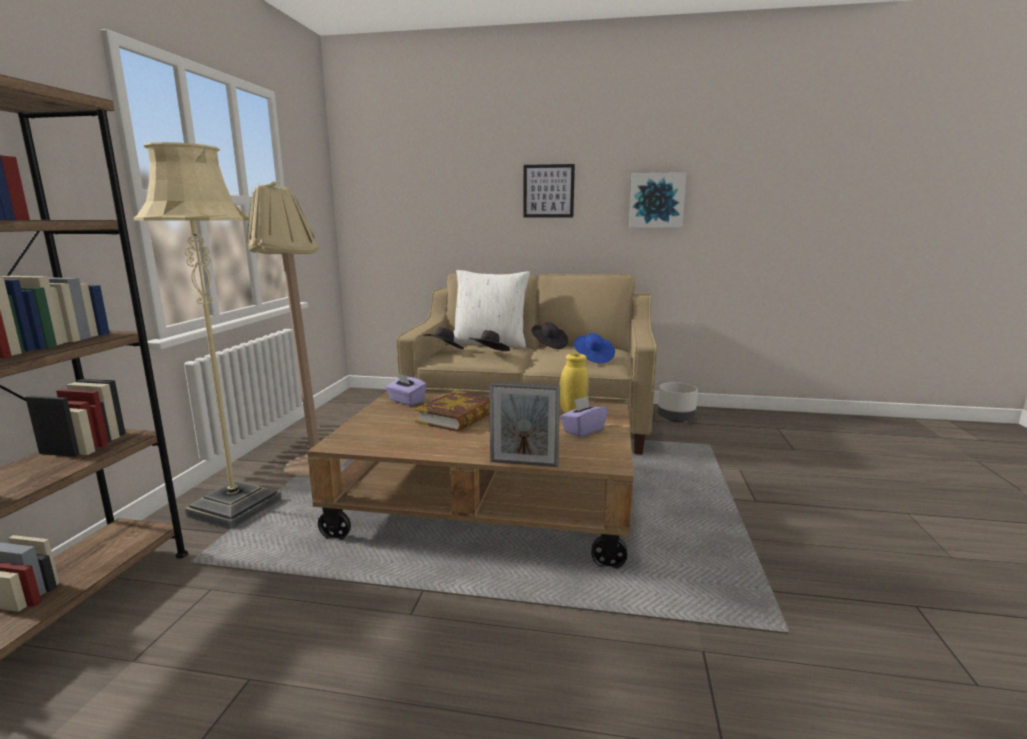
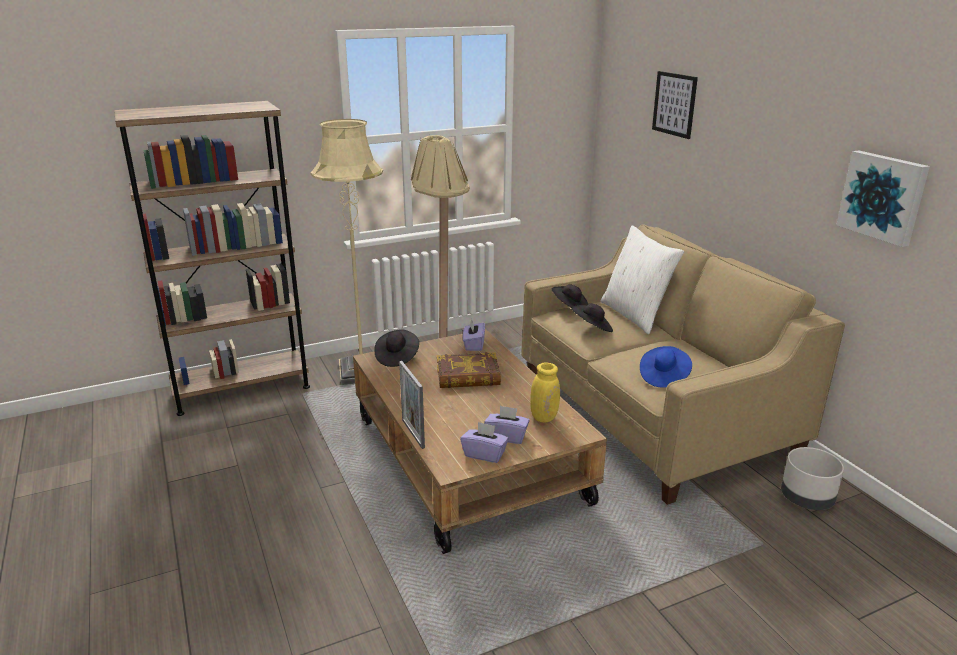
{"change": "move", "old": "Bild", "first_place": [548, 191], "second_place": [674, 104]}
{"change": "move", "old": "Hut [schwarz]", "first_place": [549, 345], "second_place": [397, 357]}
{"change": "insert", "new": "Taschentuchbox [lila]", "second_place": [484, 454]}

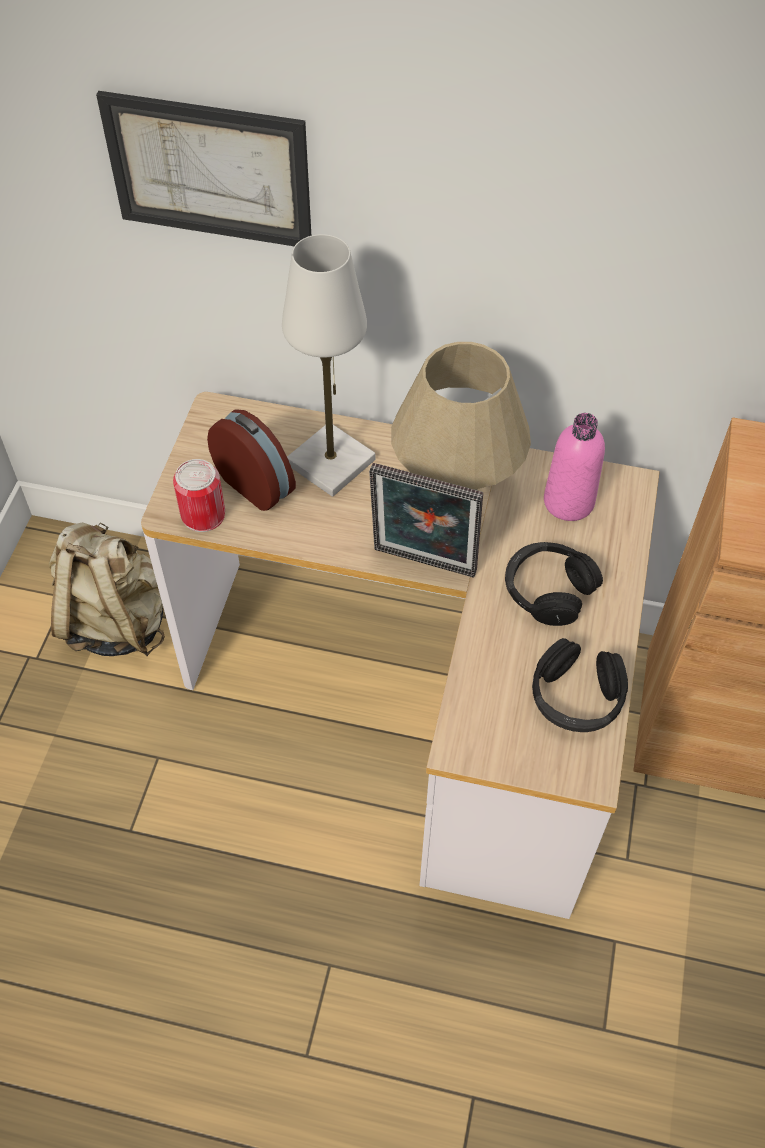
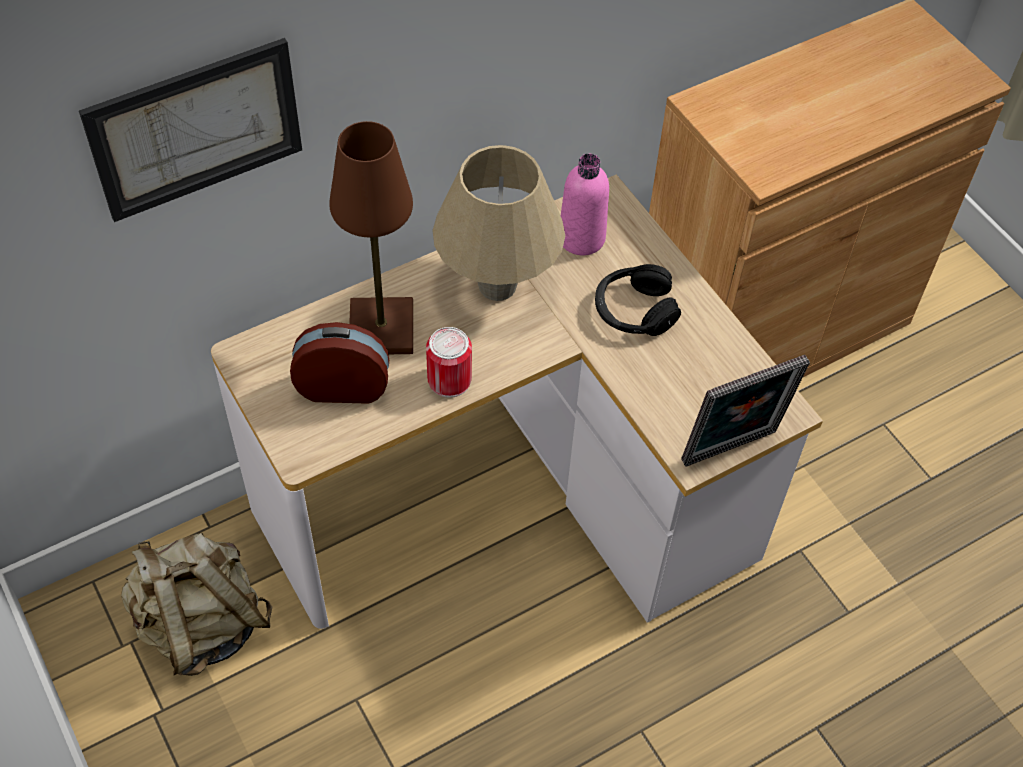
{"change": "recolor", "old": "Tischlampe [weiß]", "new": "Tischlampe [braun]", "first_place": [330, 462], "second_place": [381, 328]}
{"change": "move", "old": "Dose", "first_place": [203, 515], "second_place": [449, 380]}
{"change": "move", "old": "Bilderrahmen", "first_place": [423, 565], "second_place": [732, 451]}
{"change": "delete", "old": "Kopfhörer [schwarz]", "first_place": [576, 697]}

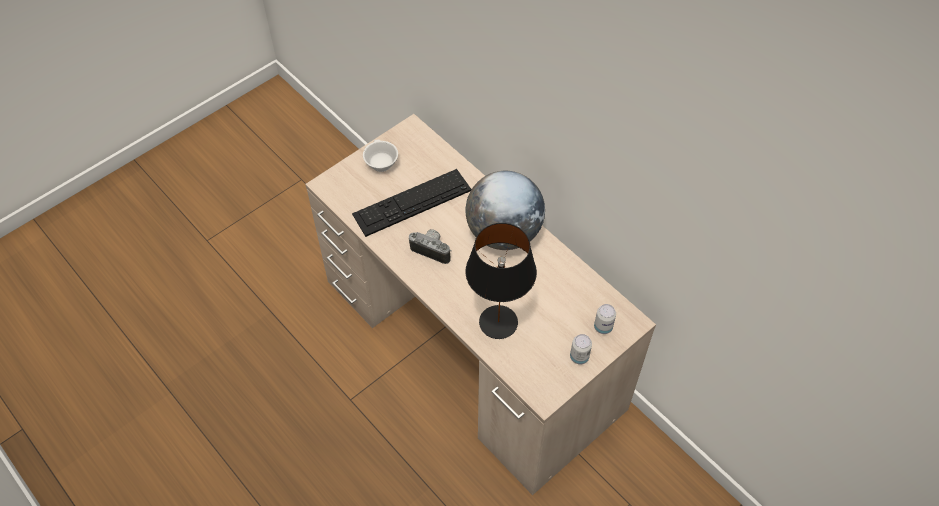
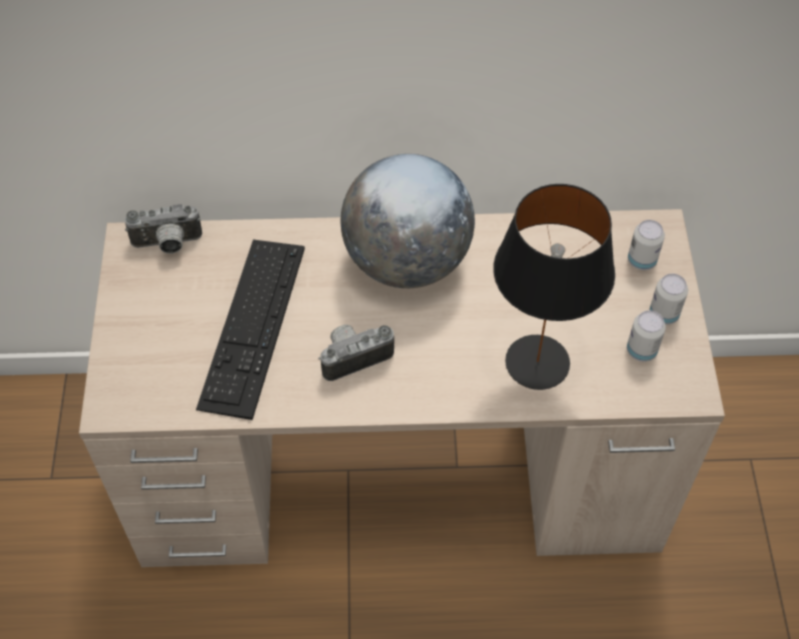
{"change": "delete", "old": "Tasse [weiß]", "first_place": [380, 163]}
{"change": "insert", "new": "Kamera", "second_place": [167, 245]}
{"change": "insert", "new": "Dose", "second_place": [641, 351]}

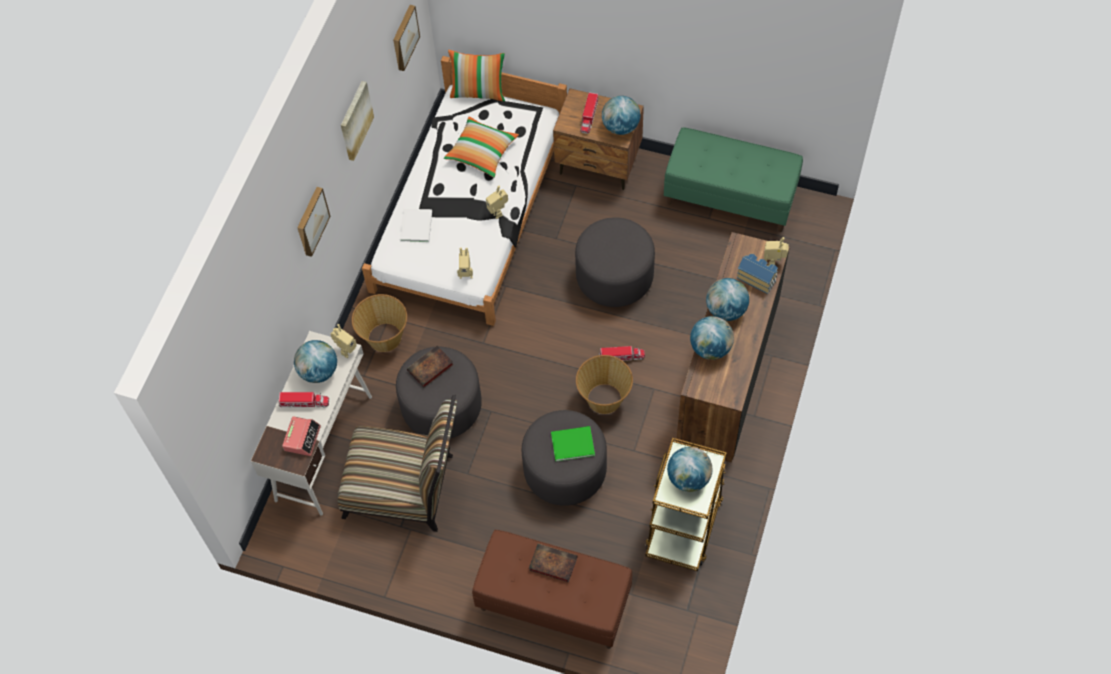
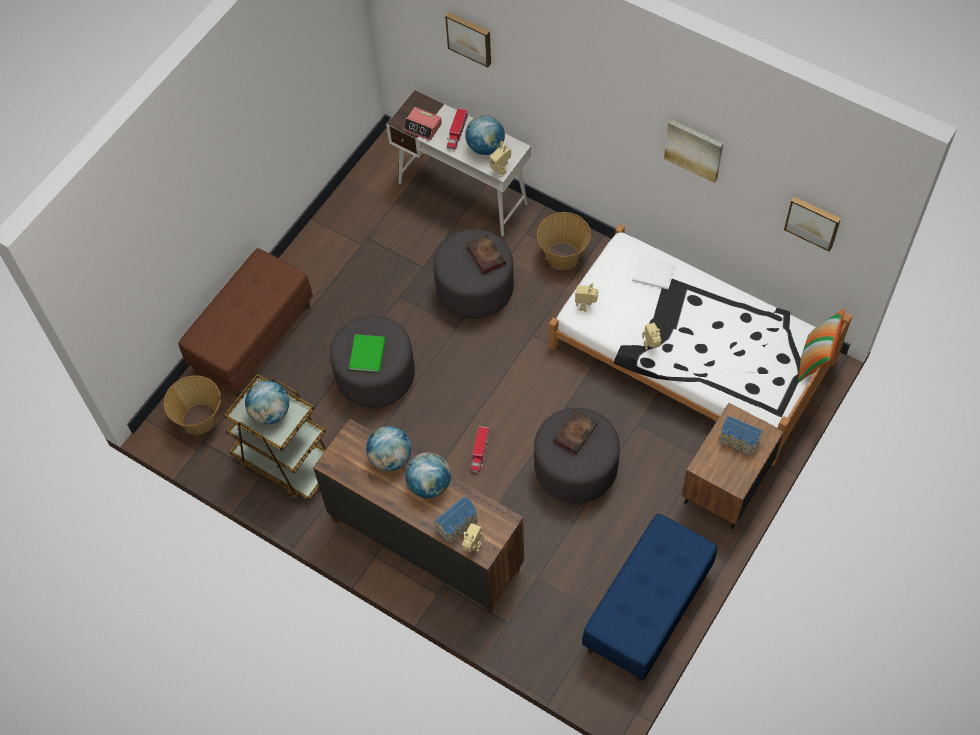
{"change": "replace", "old": "Spielzeuglaster", "new": "Spielzeughaus", "first_place": [589, 116], "second_place": [739, 441]}
{"change": "delete", "old": "Globus", "first_place": [620, 126]}
{"change": "delete", "old": "Kissen", "first_place": [482, 153]}
{"change": "recolor", "old": "Bank [grün]", "new": "Bank [blau]", "first_place": [730, 197], "second_place": [647, 611]}
{"change": "move", "old": "Bild", "first_place": [311, 221], "second_place": [470, 38]}
{"change": "move", "old": "Korb", "first_place": [604, 398], "second_place": [200, 419]}
{"change": "delete", "old": "Stuhl", "first_place": [406, 488]}
{"change": "move", "old": "Buch", "first_place": [551, 564], "second_place": [575, 432]}

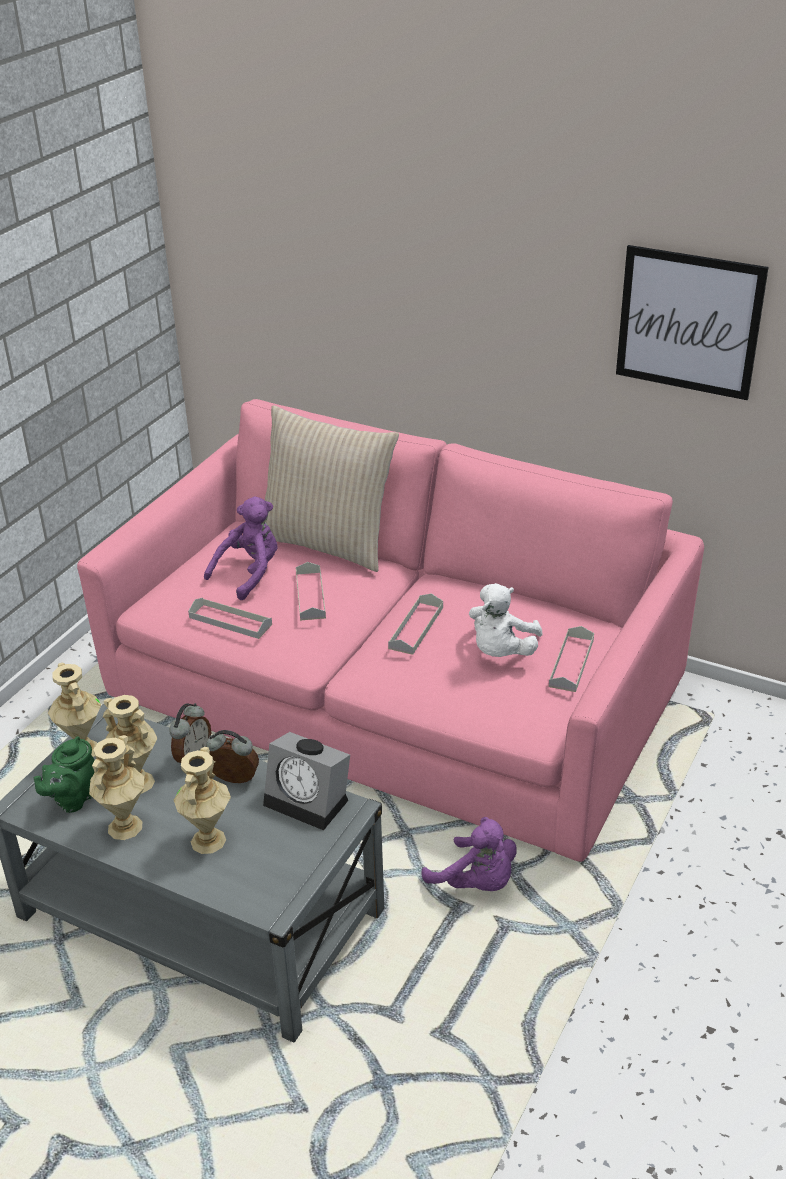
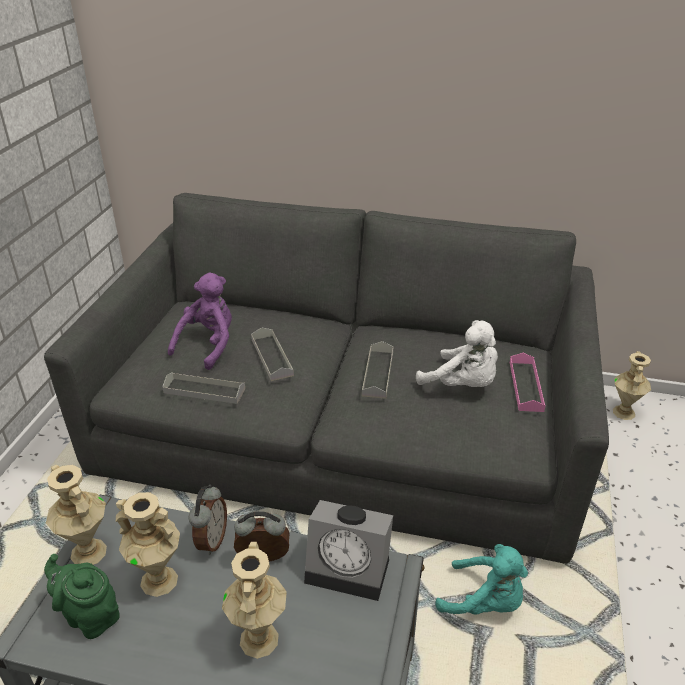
{"change": "delete", "old": "Bild", "first_place": [689, 322]}
{"change": "recolor", "old": "Sofa [rosa]", "new": "Sofa [grau]", "first_place": [397, 689], "second_place": [343, 428]}
{"change": "delete", "old": "Kissen [beige]", "first_place": [327, 543]}
{"change": "rotate", "old": "Plüschtier [weiß]", "first_place": [501, 652], "second_place": [462, 385], "degrees": -60}
{"change": "recolor", "old": "Tablett [grau]", "new": "Tablett [rosa]", "first_place": [571, 663], "second_place": [526, 386]}
{"change": "move", "old": "Vase [beige]", "first_place": [125, 827], "second_place": [624, 412]}
{"change": "rotate", "old": "Teekanne [grün]", "first_place": [73, 799], "second_place": [90, 616], "degrees": 105}
{"change": "recolor", "old": "Plüschtier [lila]", "new": "Plüschtier [türkis]", "first_place": [476, 883], "second_place": [484, 602]}

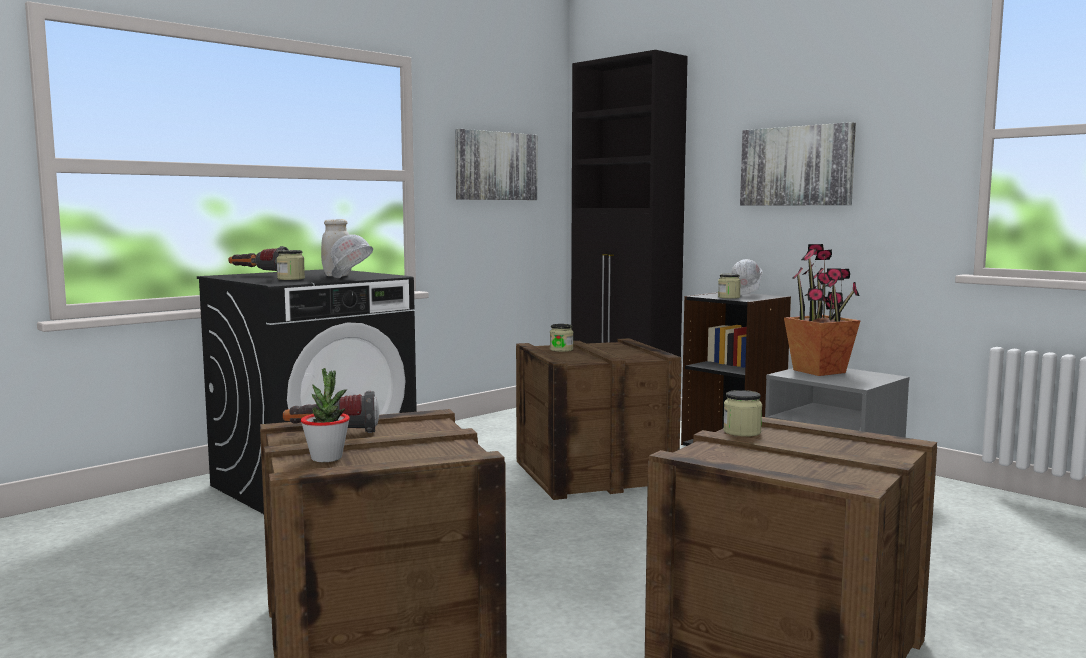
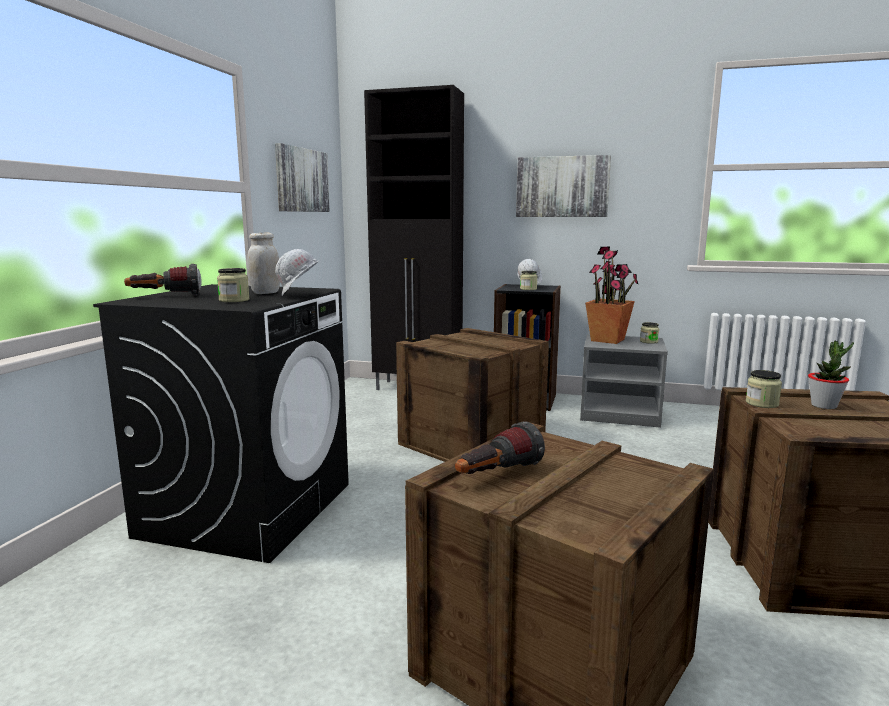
{"change": "move", "old": "Vorratsglas", "first_place": [561, 350], "second_place": [649, 341]}
{"change": "move", "old": "Topfpflanze", "first_place": [327, 458], "second_place": [824, 406]}

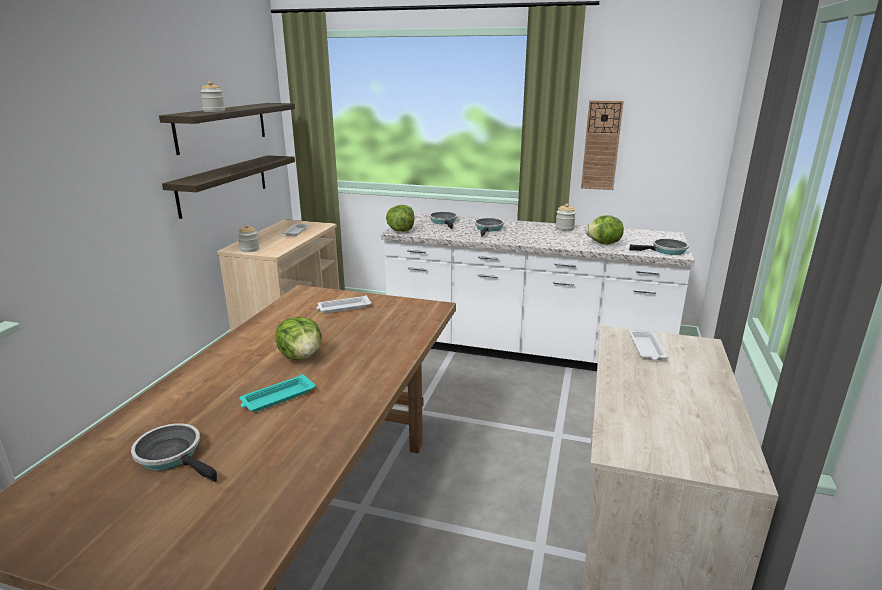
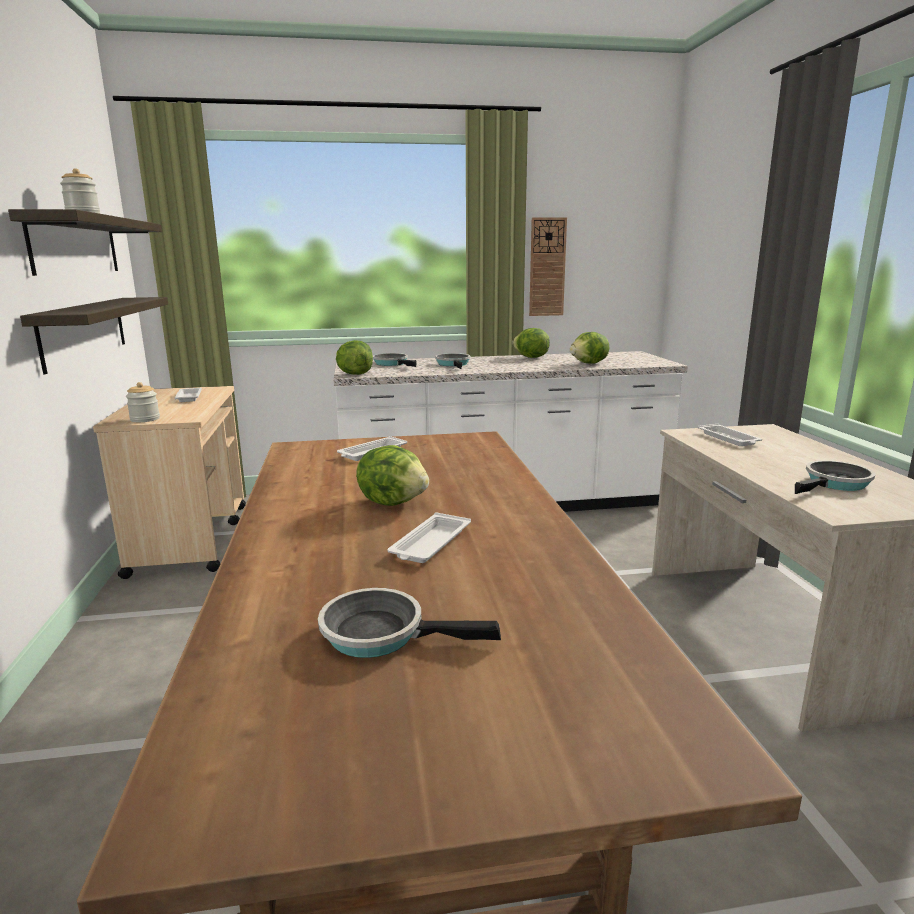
{"change": "replace", "old": "Vorratsglas", "new": "Salatkopf", "first_place": [564, 228], "second_place": [530, 357]}
{"change": "move", "old": "Pfanne", "first_place": [666, 251], "second_place": [835, 483]}
{"change": "recolor", "old": "Tablett [türkis]", "new": "Tablett [weiß]", "first_place": [277, 398], "second_place": [430, 544]}

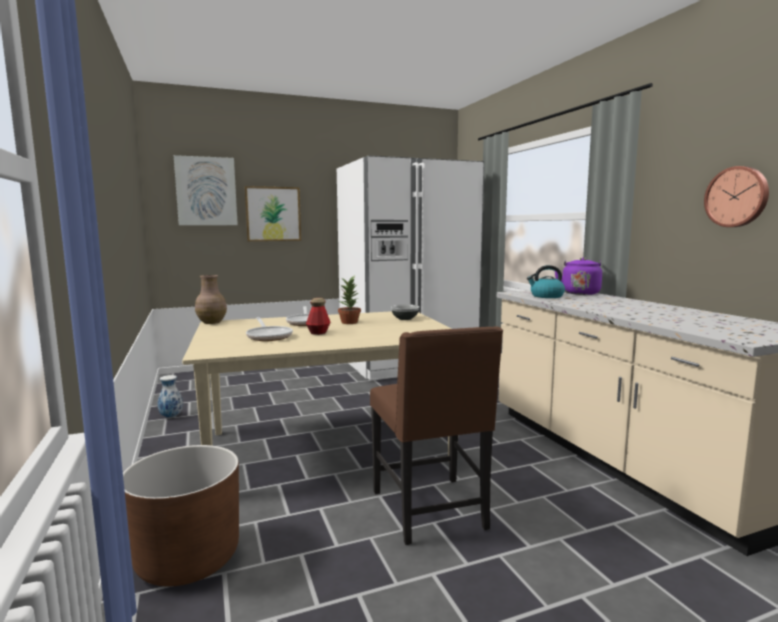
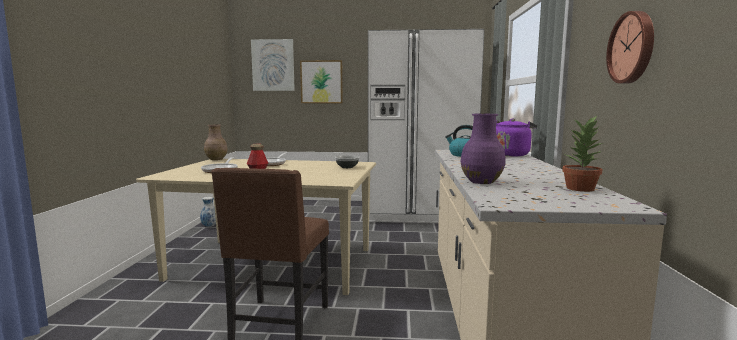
{"change": "move", "old": "Topfpflanze", "first_place": [350, 322], "second_place": [581, 189]}
{"change": "delete", "old": "Pflanzkübel [braun]", "first_place": [188, 558]}
{"change": "insert", "new": "Vase [lila]", "second_place": [481, 182]}

